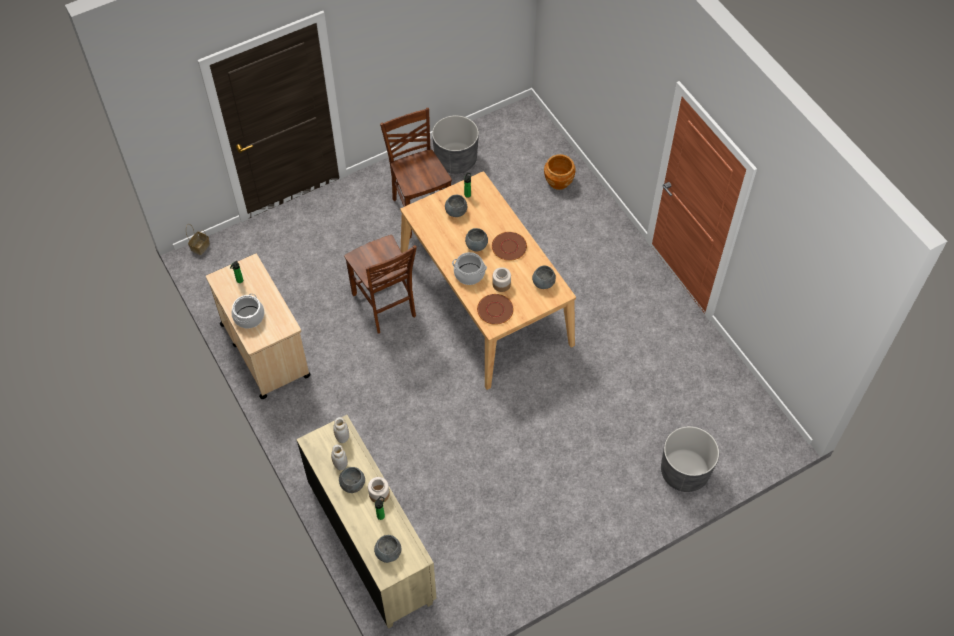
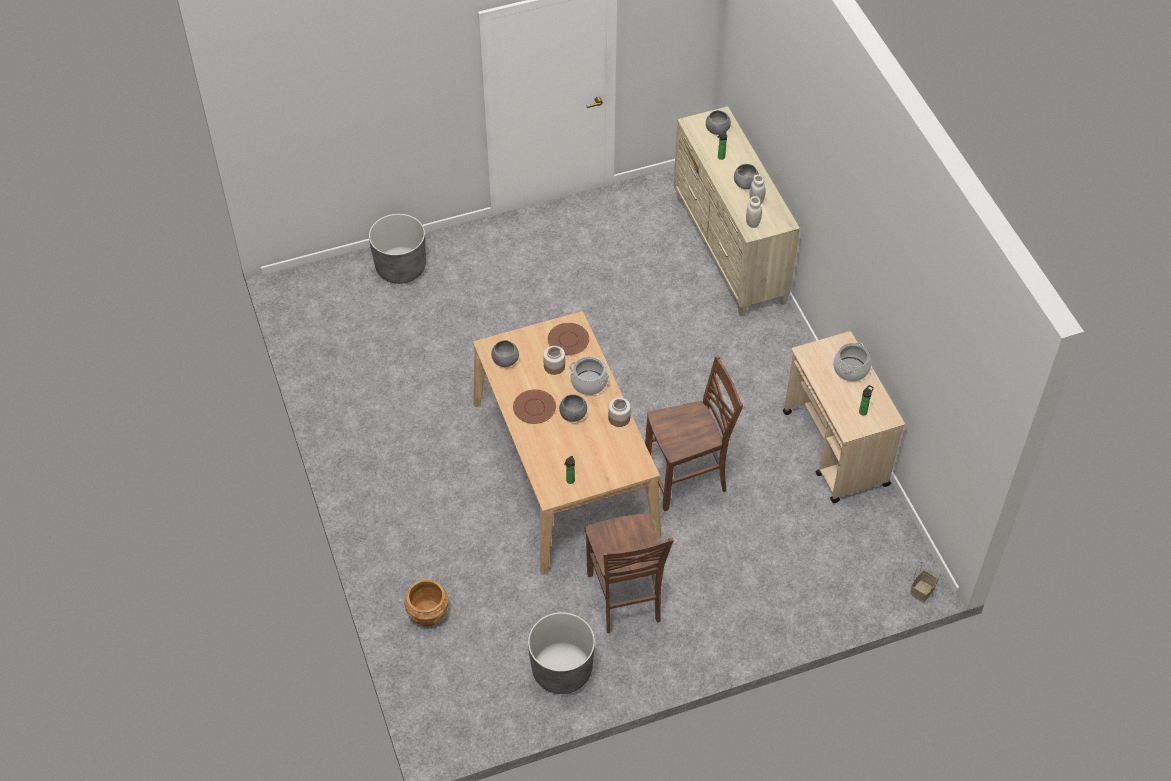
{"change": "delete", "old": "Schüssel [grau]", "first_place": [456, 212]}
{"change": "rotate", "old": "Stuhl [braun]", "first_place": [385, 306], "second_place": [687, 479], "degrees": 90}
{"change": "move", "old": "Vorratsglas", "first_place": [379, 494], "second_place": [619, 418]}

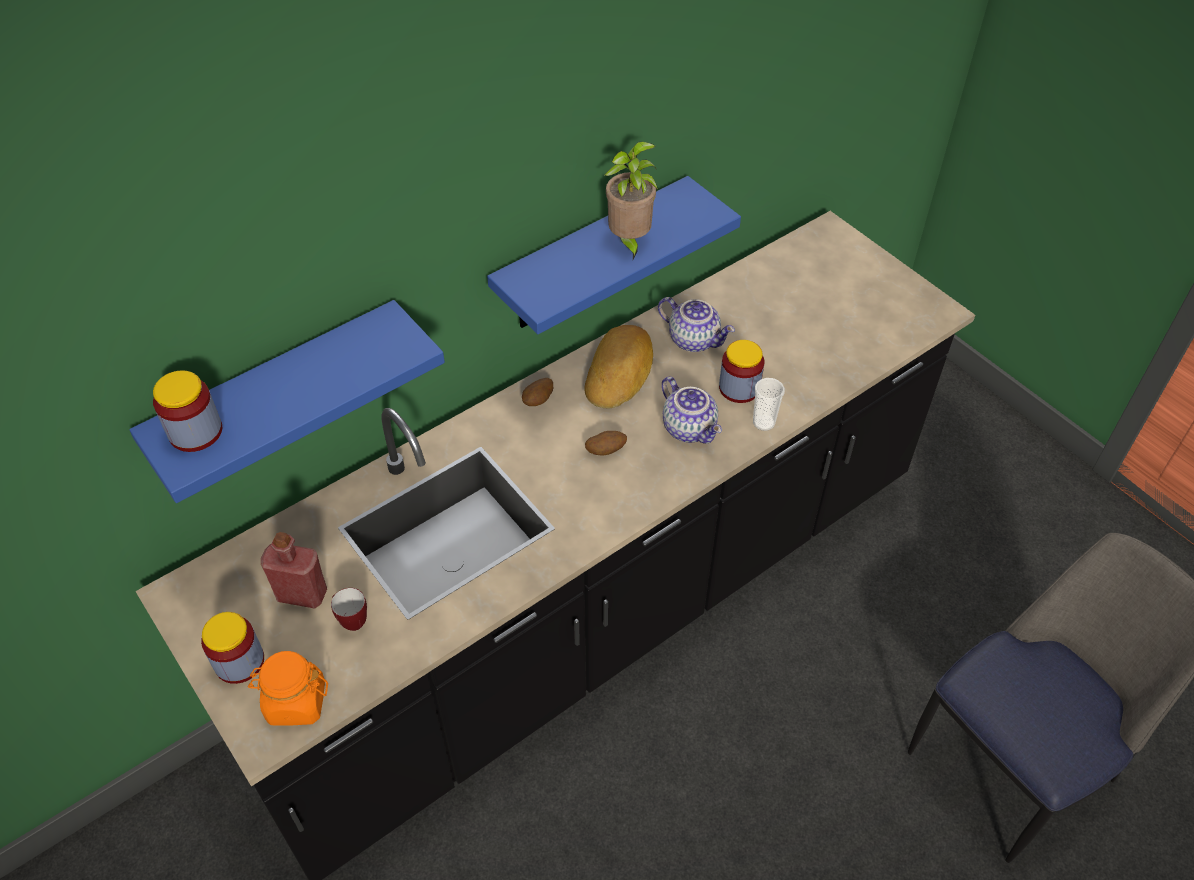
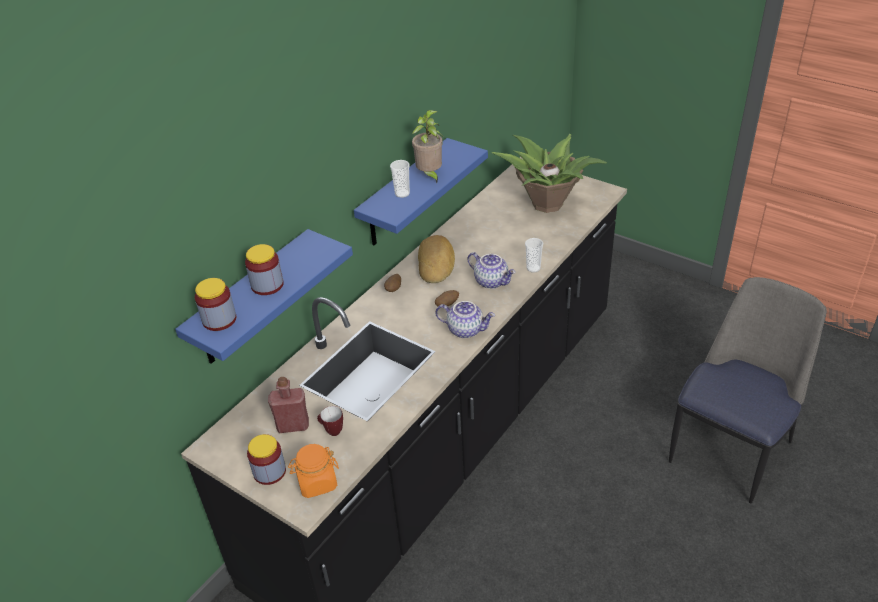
{"change": "move", "old": "Teekanne", "first_place": [694, 339], "second_place": [466, 329]}
{"change": "move", "old": "Vorratsglas", "first_place": [739, 388], "second_place": [267, 285]}
{"change": "insert", "new": "Topfpflanze", "second_place": [546, 203]}
{"change": "insert", "new": "Tasse", "second_place": [402, 193]}

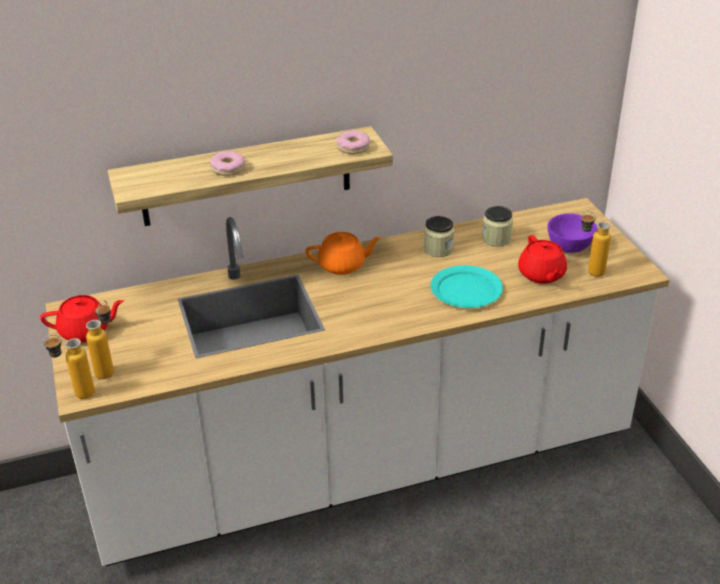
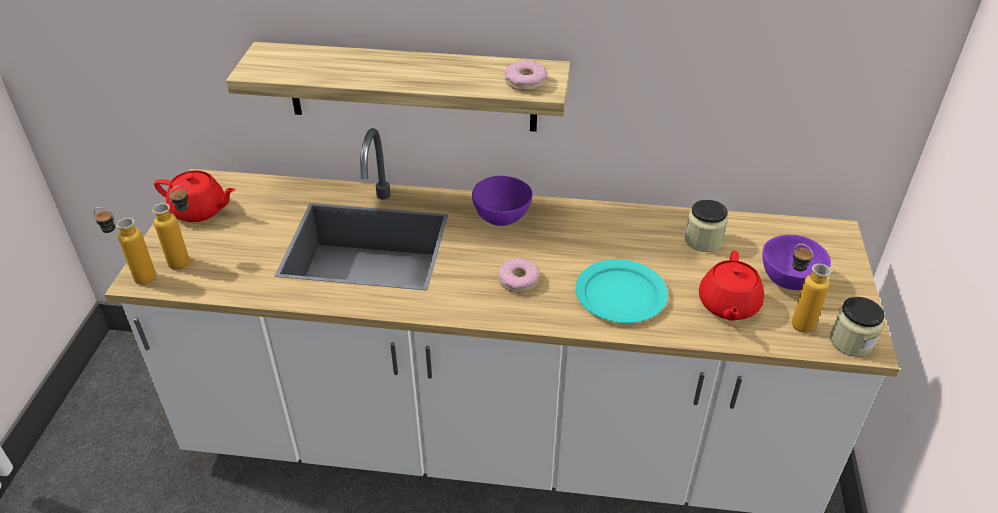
{"change": "move", "old": "Donut", "first_place": [228, 169], "second_place": [518, 280]}
{"change": "move", "old": "Vorratsglas", "first_place": [438, 249], "second_place": [851, 342]}
{"change": "replace", "old": "Teekanne [orange]", "new": "Schüssel [lila]", "first_place": [343, 265], "second_place": [503, 218]}

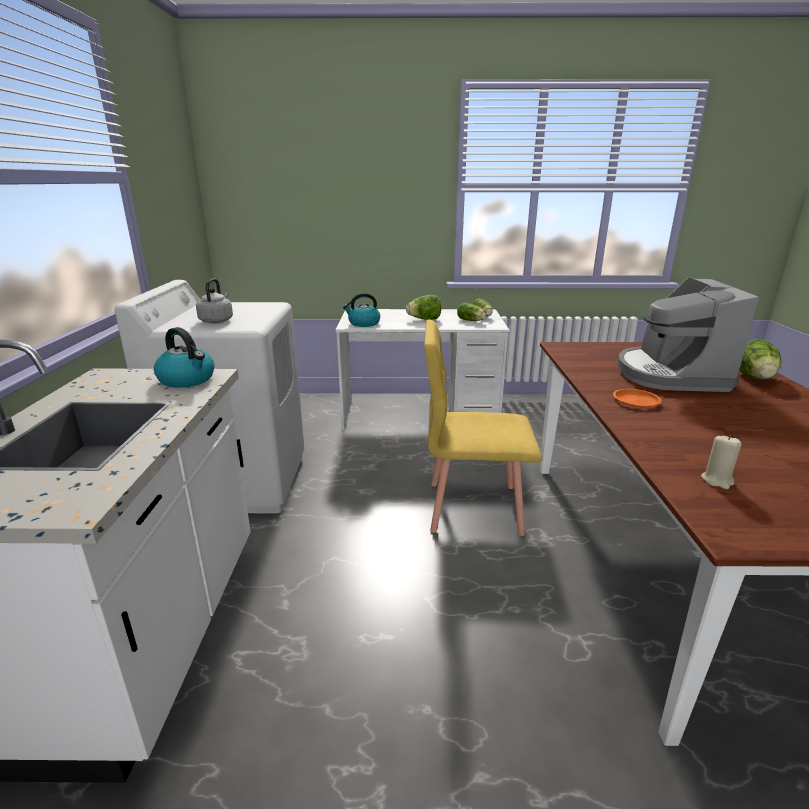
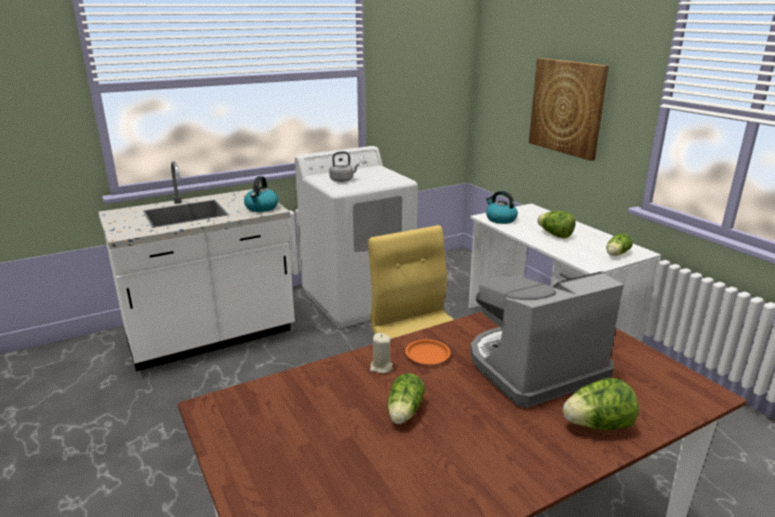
{"change": "move", "old": "Salatkopf", "first_place": [471, 321], "second_place": [404, 413]}
{"change": "move", "old": "Kerze [beige]", "first_place": [717, 480], "second_place": [381, 367]}
{"change": "insert", "new": "Bild", "second_place": [567, 107]}

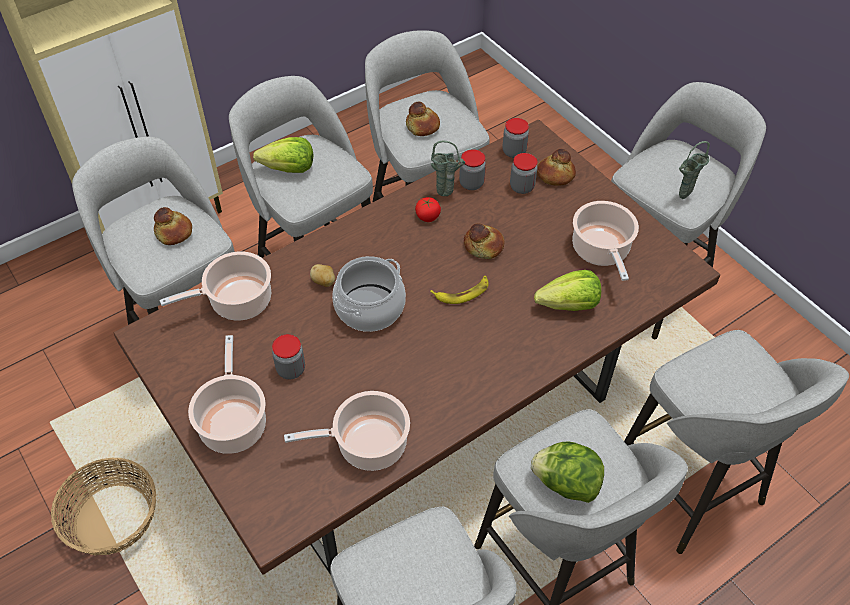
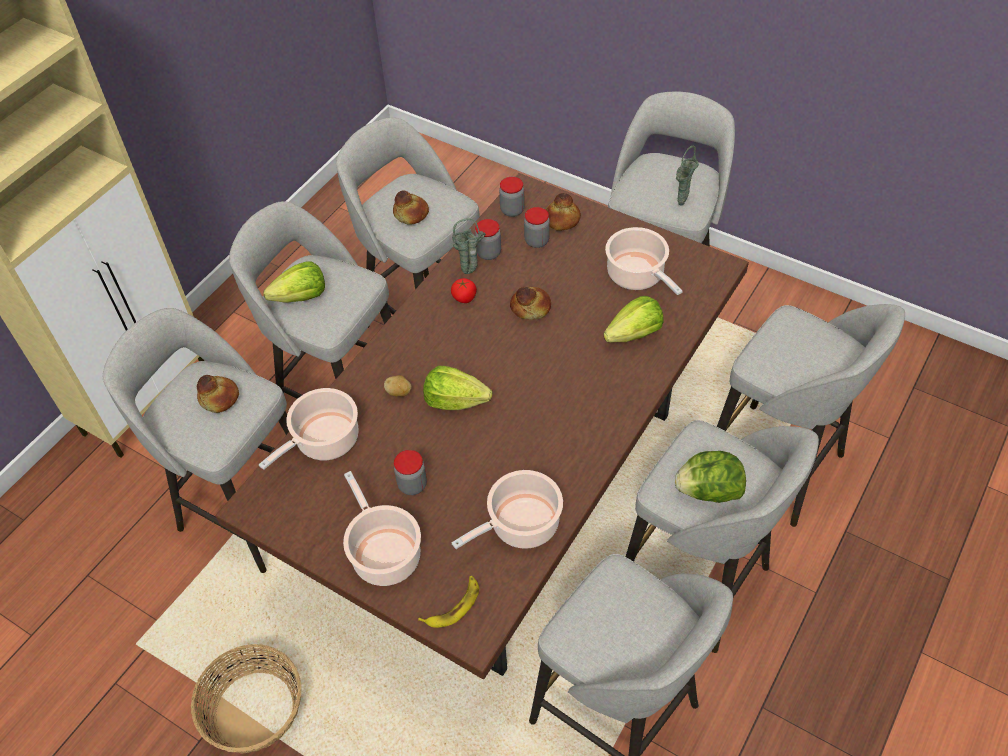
{"change": "replace", "old": "Kochtopf", "new": "Salatkopf", "first_place": [369, 307], "second_place": [455, 401]}
{"change": "move", "old": "Banane", "first_place": [462, 292], "second_place": [453, 605]}

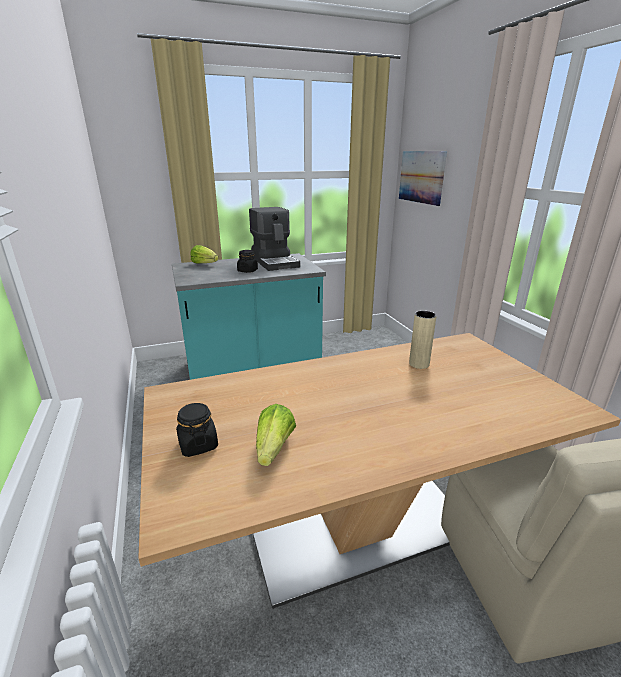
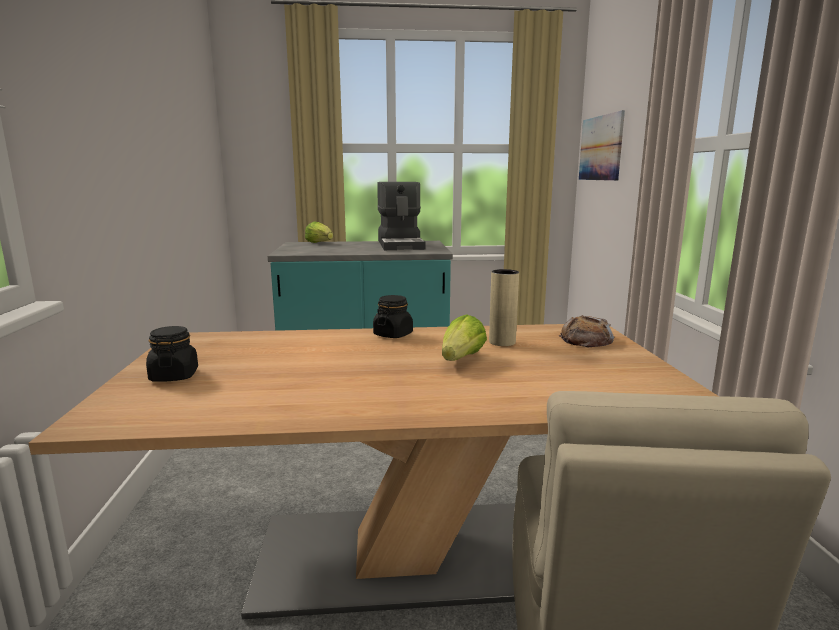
{"change": "move", "old": "Vorratsglas [schwarz]", "first_place": [247, 271], "second_place": [393, 334]}
{"change": "move", "old": "Salatkopf", "first_place": [274, 448], "second_place": [461, 359]}
{"change": "insert", "new": "Brot", "second_place": [586, 340]}

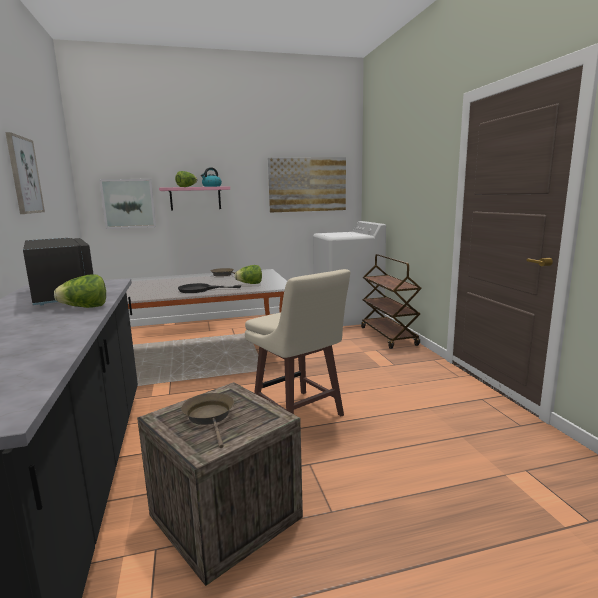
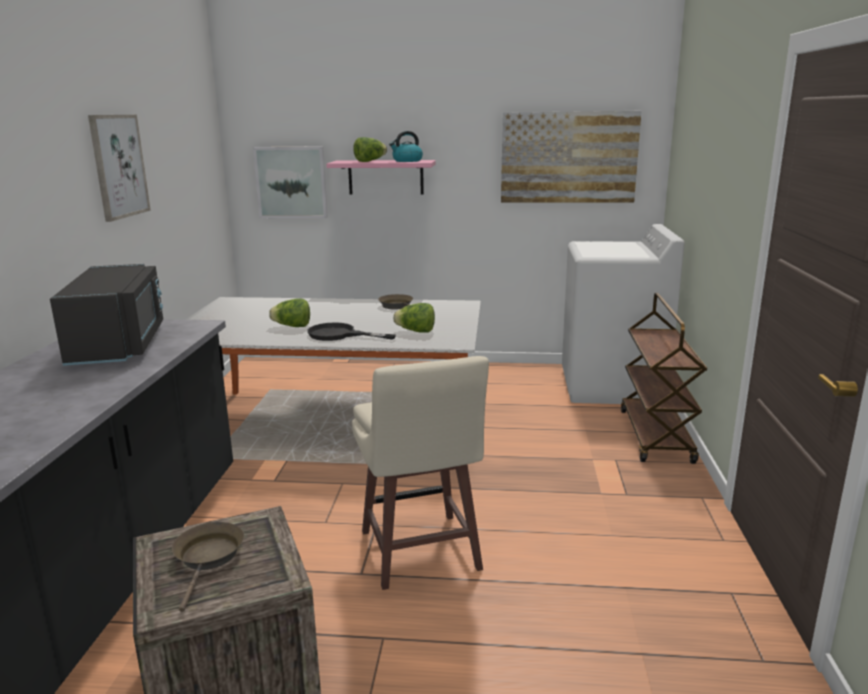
{"change": "move", "old": "Salatkopf", "first_place": [85, 307], "second_place": [292, 326]}

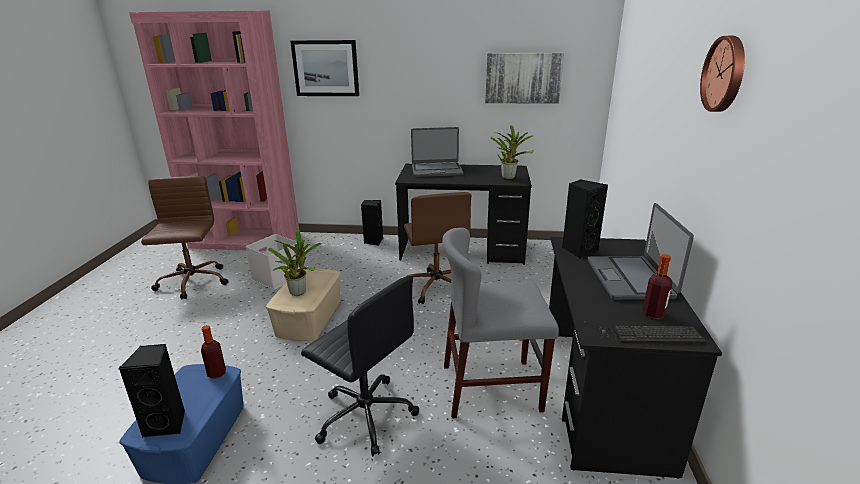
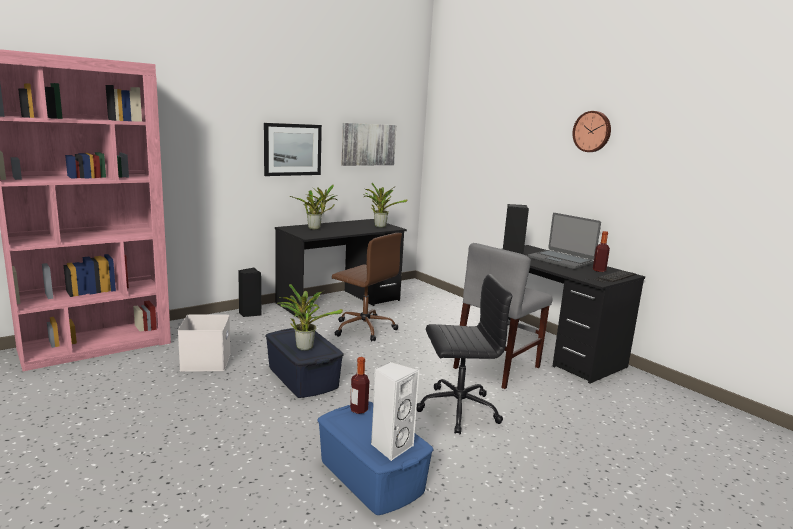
{"change": "move", "old": "Bild", "first_place": [326, 68], "second_place": [292, 149]}
{"change": "replace", "old": "Laptop", "new": "Topfpflanze", "first_place": [436, 170], "second_place": [316, 228]}
{"change": "delete", "old": "Bürostuhl [braun]", "first_place": [192, 283]}
{"change": "recolor", "old": "Aufbewahrungsbox [beige]", "new": "Aufbewahrungsbox [blau]", "first_place": [308, 318], "second_place": [302, 377]}
{"change": "recolor", "old": "Lautsprecher [schwarz]", "new": "Lautsprecher [weiß]", "first_place": [167, 423], "second_place": [391, 446]}

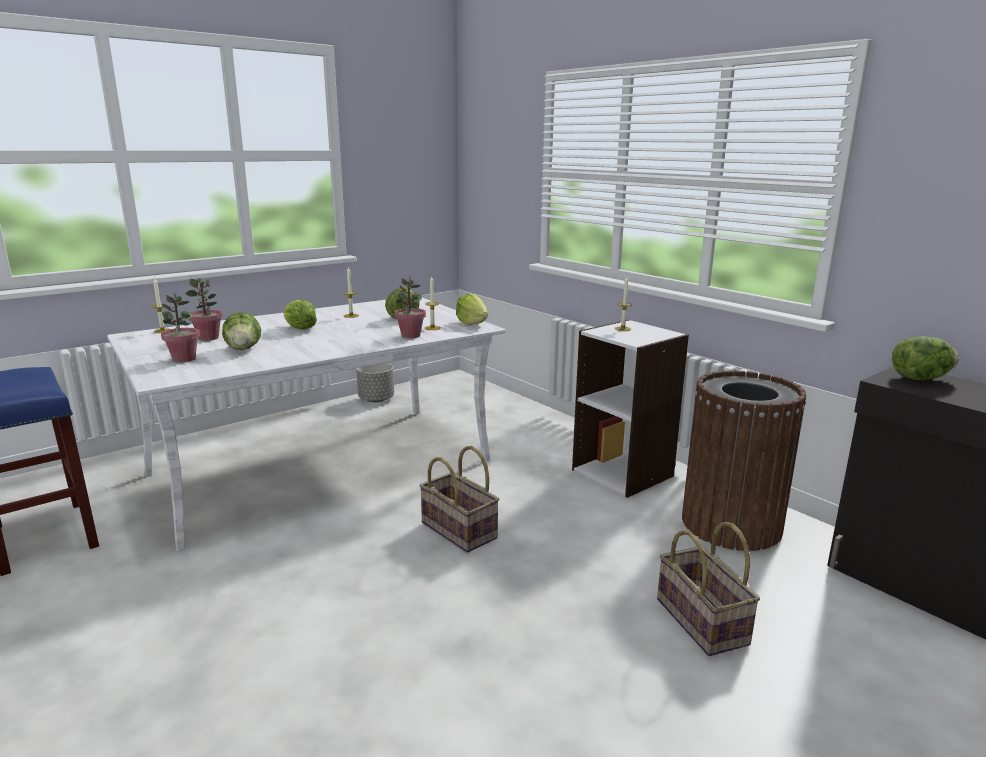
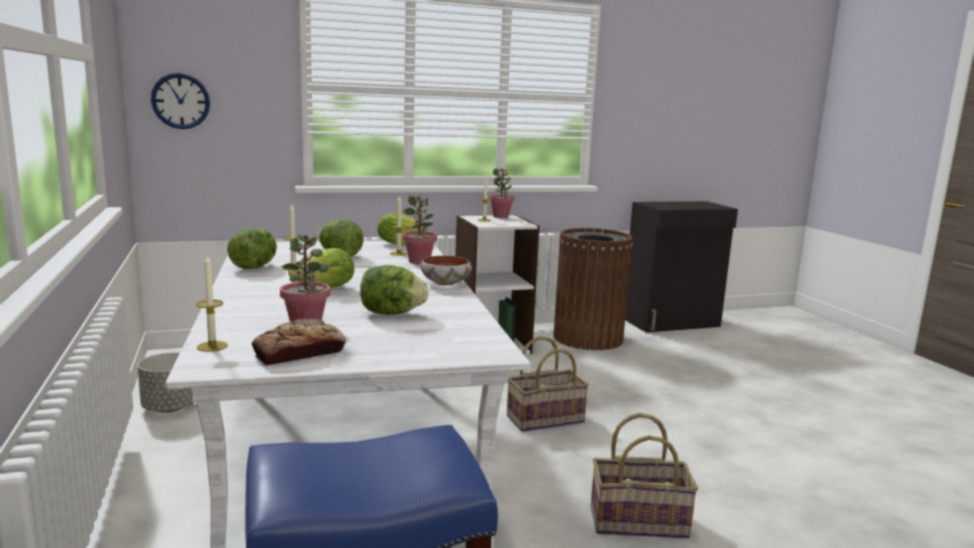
{"change": "move", "old": "Topfpflanze", "first_place": [184, 359], "second_place": [501, 216]}
{"change": "move", "old": "Salatkopf", "first_place": [920, 378], "second_place": [254, 267]}
{"change": "move", "old": "Korb", "first_place": [703, 621], "second_place": [638, 521]}
{"change": "insert", "new": "Wanduhr", "second_place": [180, 101]}
{"change": "insert", "new": "Schüssel", "second_place": [446, 284]}
{"change": "insert", "new": "Brot", "second_place": [299, 353]}

